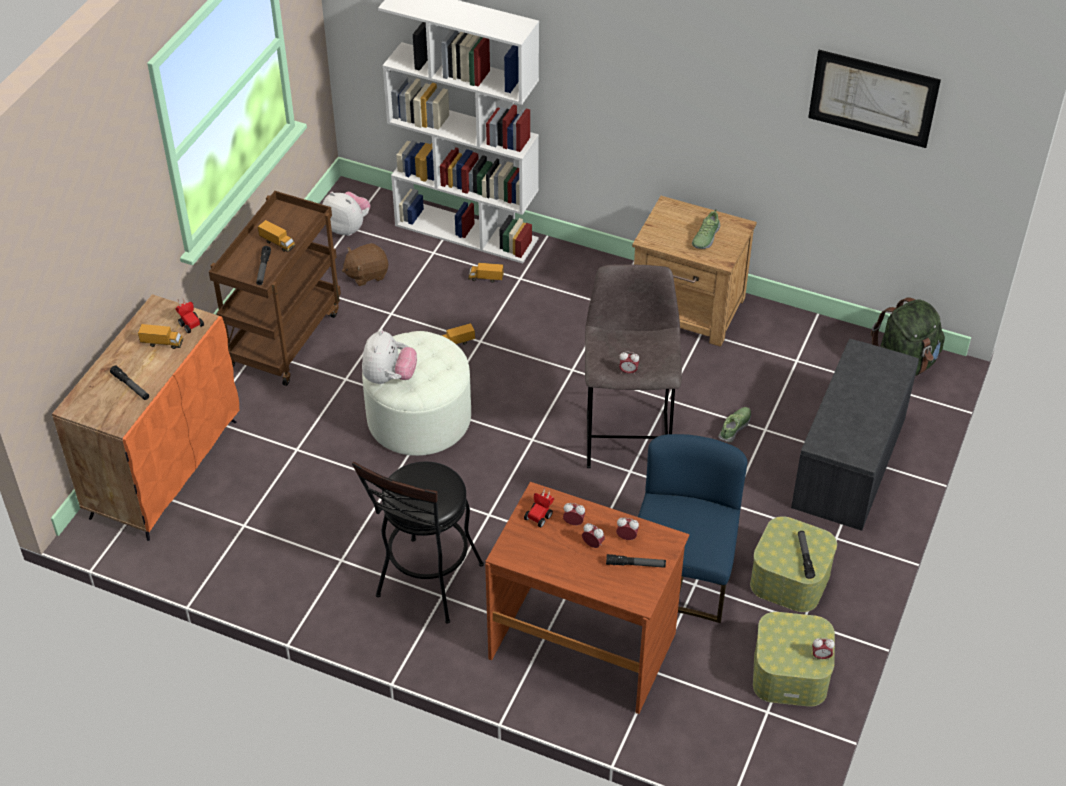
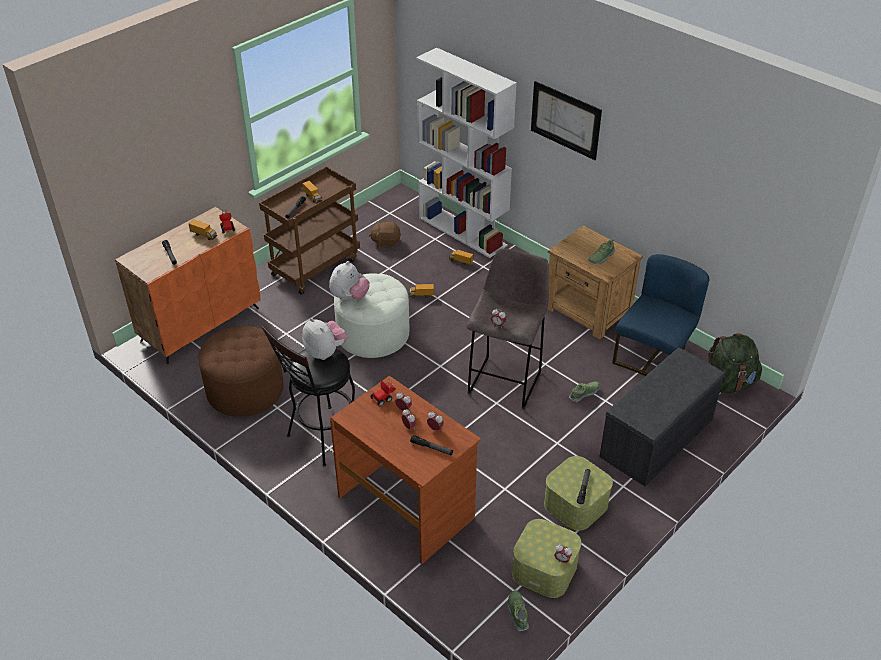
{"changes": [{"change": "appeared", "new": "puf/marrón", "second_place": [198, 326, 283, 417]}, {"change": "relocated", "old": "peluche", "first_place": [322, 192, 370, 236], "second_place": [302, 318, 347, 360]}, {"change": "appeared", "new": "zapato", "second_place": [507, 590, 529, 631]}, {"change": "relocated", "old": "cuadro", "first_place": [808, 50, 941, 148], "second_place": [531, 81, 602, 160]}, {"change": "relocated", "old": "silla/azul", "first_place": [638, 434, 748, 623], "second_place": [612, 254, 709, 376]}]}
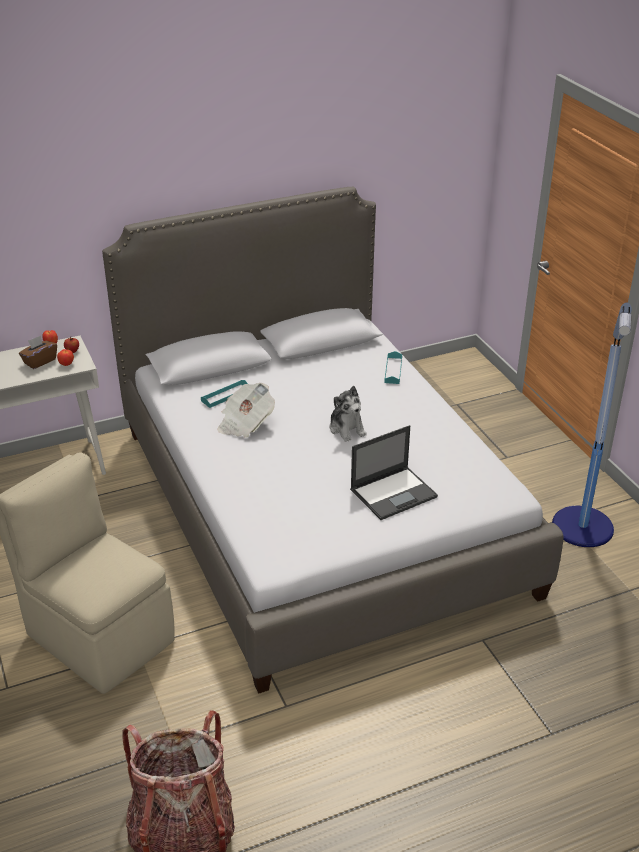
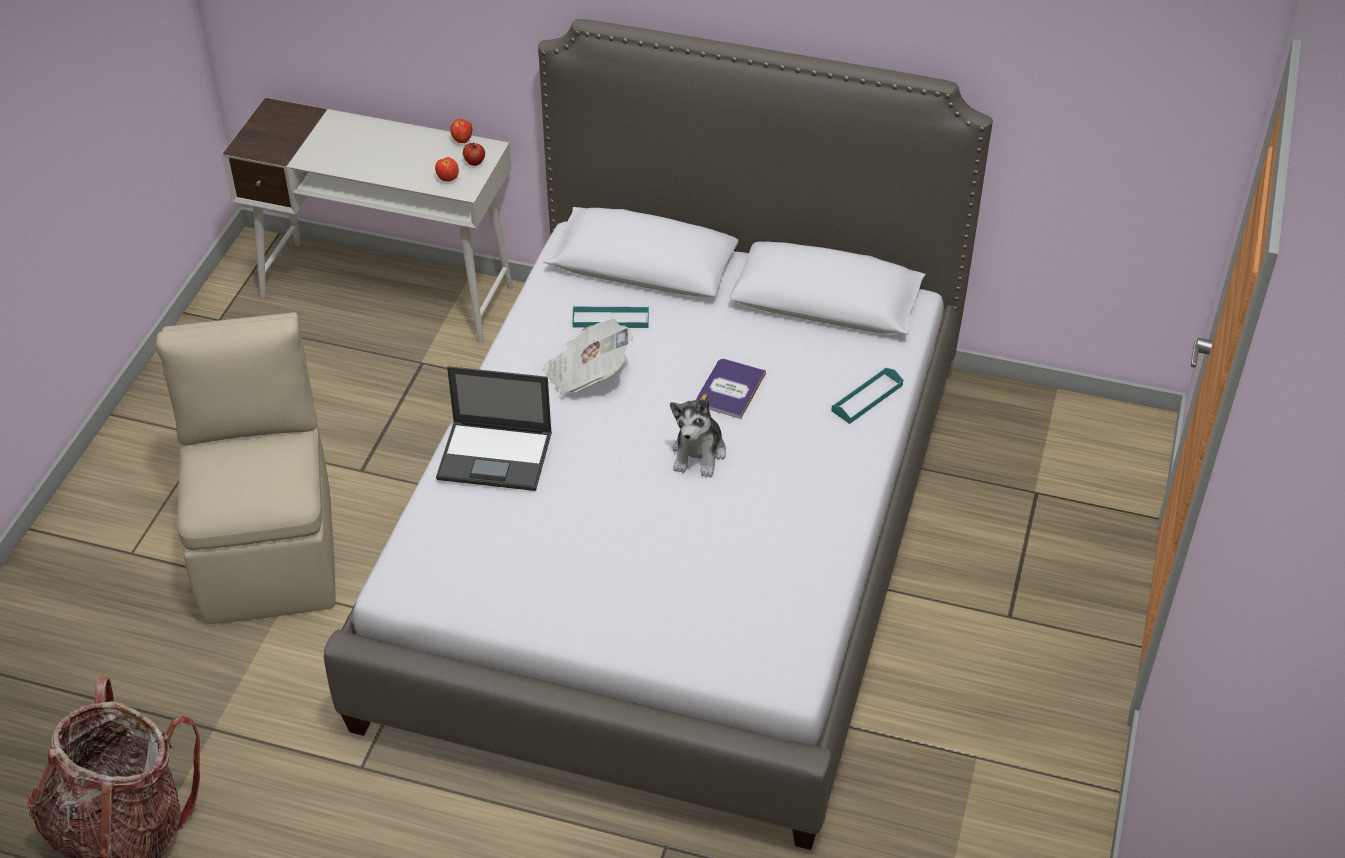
{"changes": [{"change": "relocated", "old": "portátil", "first_place": [350, 425, 438, 520], "second_place": [436, 366, 552, 491]}, {"change": "appeared", "new": "libro", "second_place": [696, 359, 766, 419]}, {"change": "missing", "old": "caja de pañuelos/marrón", "first_place": [19, 335, 57, 369]}, {"change": "missing", "old": "lámpara de pie", "first_place": [552, 303, 632, 547]}]}
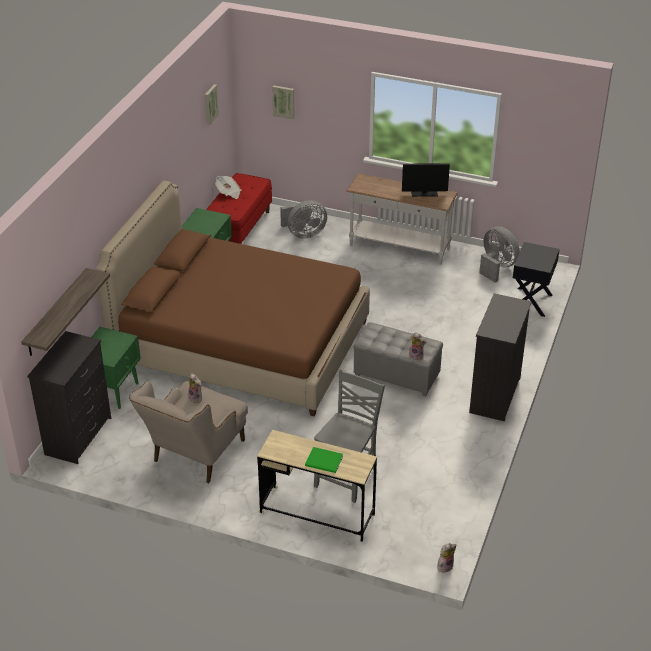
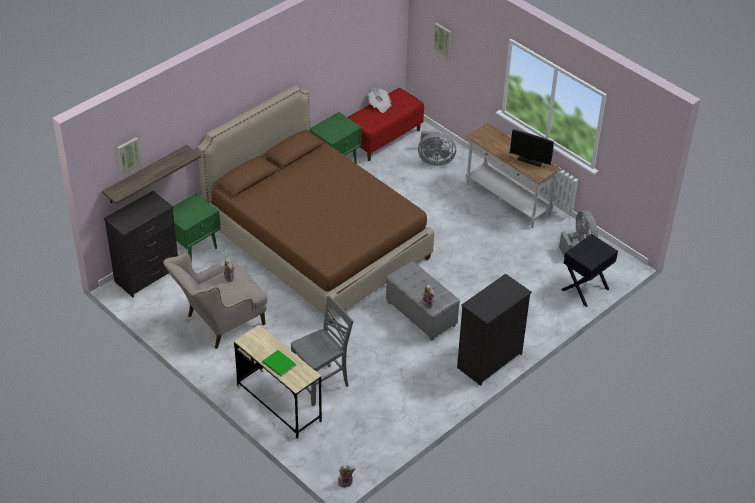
{"changes": [{"change": "relocated", "old": "cuadro", "first_place": [205, 84, 219, 125], "second_place": [117, 137, 141, 175]}]}
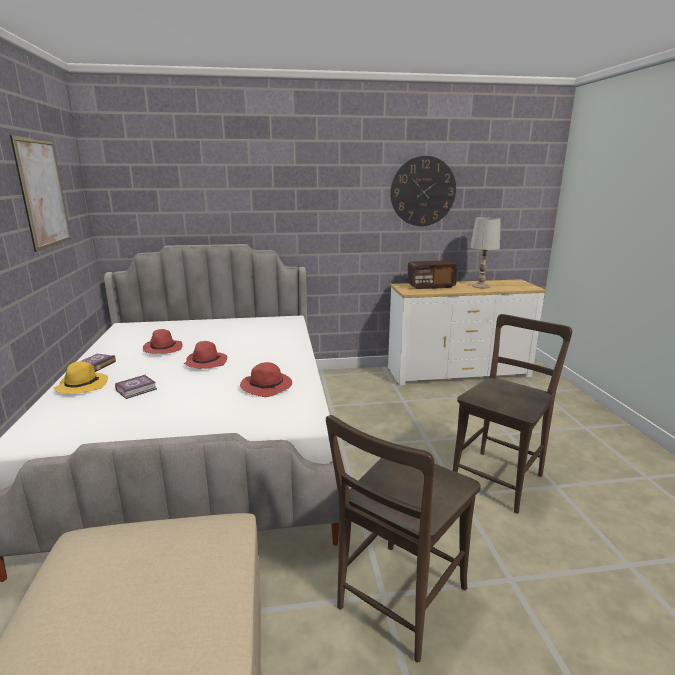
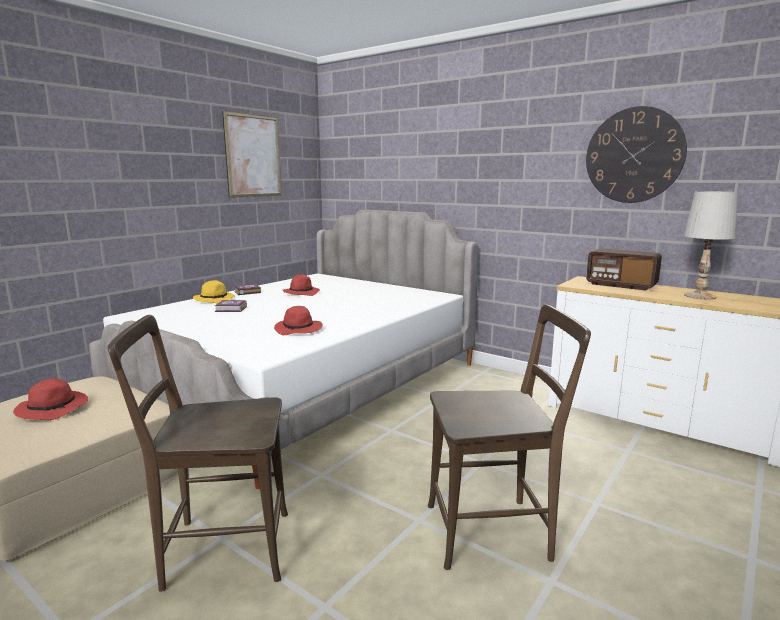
{"changes": [{"change": "relocated", "old": "sombrero/rojo", "first_place": [184, 341, 227, 369], "second_place": [13, 379, 88, 420]}]}
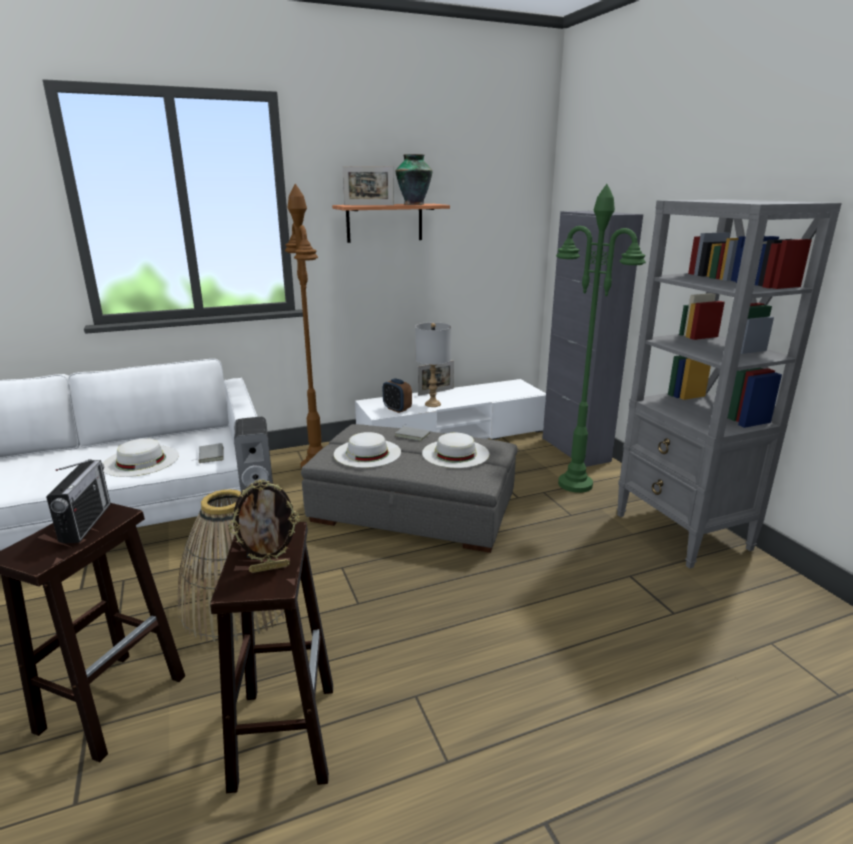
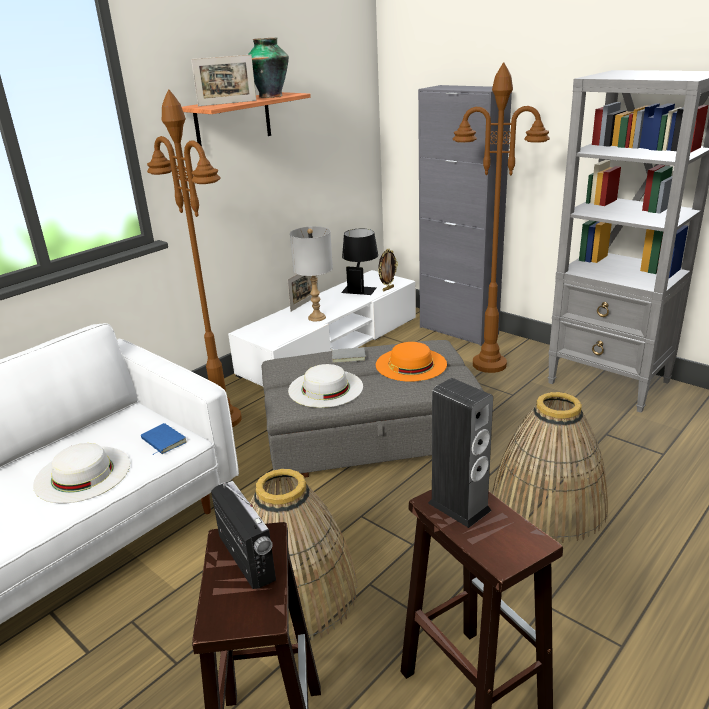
{"changes": [{"change": "colour", "old": "libro/gris", "new": "libro/azul", "first_place": [191, 443, 224, 463], "second_place": [141, 423, 187, 455]}, {"change": "appeared", "new": "lámpara de mesa/negro", "second_place": [341, 229, 378, 295]}, {"change": "colour", "old": "sombrero/blanco", "new": "sombrero/naranja", "first_place": [422, 433, 489, 468], "second_place": [376, 342, 447, 382]}, {"change": "relocated", "old": "portarretratos", "first_place": [229, 479, 299, 573], "second_place": [378, 249, 398, 291]}, {"change": "colour", "old": "lámpara de pie/verde", "new": "lámpara de pie/marrón", "first_place": [556, 184, 646, 493], "second_place": [453, 62, 550, 373]}, {"change": "appeared", "new": "cesta", "second_place": [492, 392, 608, 543]}, {"change": "missing", "old": "despertador", "first_place": [383, 378, 412, 413]}]}
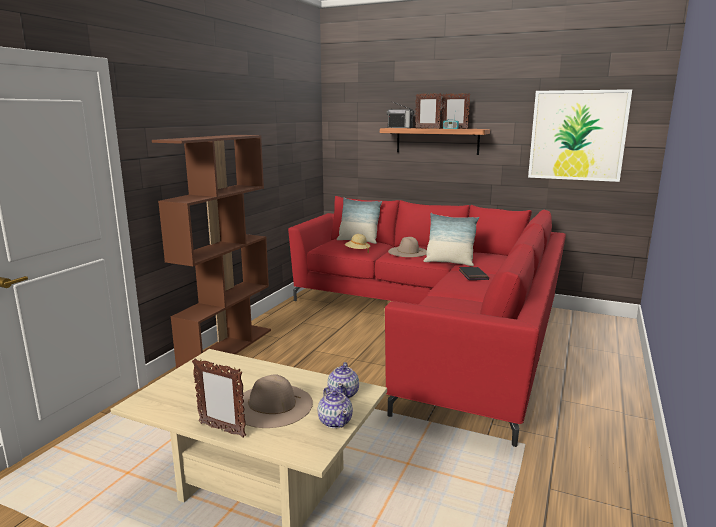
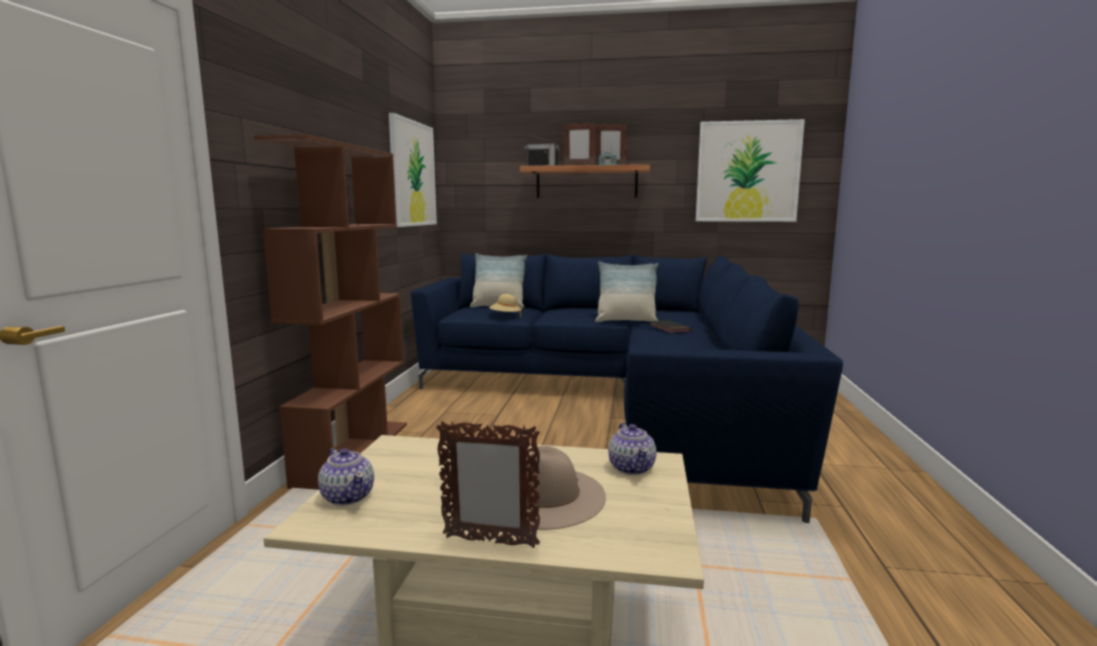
{"changes": [{"change": "relocated", "old": "tetera", "first_place": [318, 387, 353, 428], "second_place": [318, 448, 374, 506]}, {"change": "appeared", "new": "cuadro", "second_place": [389, 113, 437, 227]}, {"change": "colour", "old": "sofá/rojo", "new": "sofá/azul", "first_place": [288, 196, 566, 447], "second_place": [411, 253, 843, 523]}, {"change": "missing", "old": "sombrero/beis", "first_place": [388, 237, 427, 257]}]}
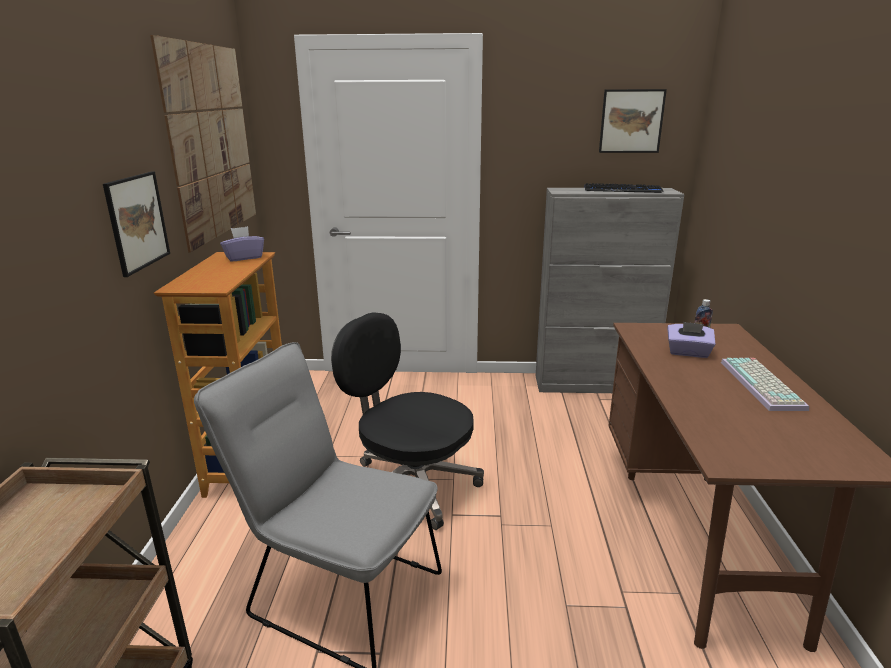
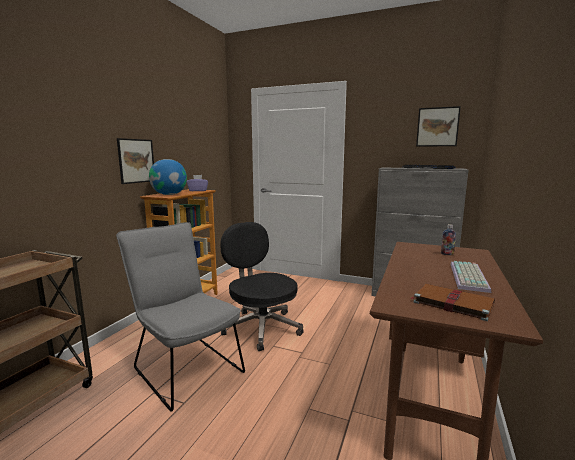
{"changes": [{"change": "appeared", "new": "globo terráqueo", "second_place": [149, 159, 187, 195]}, {"change": "appeared", "new": "libro/marrón", "second_place": [410, 284, 495, 321]}, {"change": "missing", "old": "cuadro", "first_place": [150, 35, 256, 252]}, {"change": "missing", "old": "caja de pañuelos/morado", "first_place": [667, 322, 716, 358]}]}
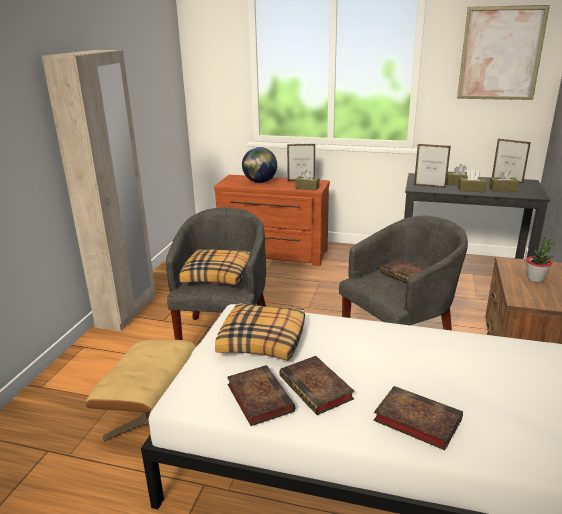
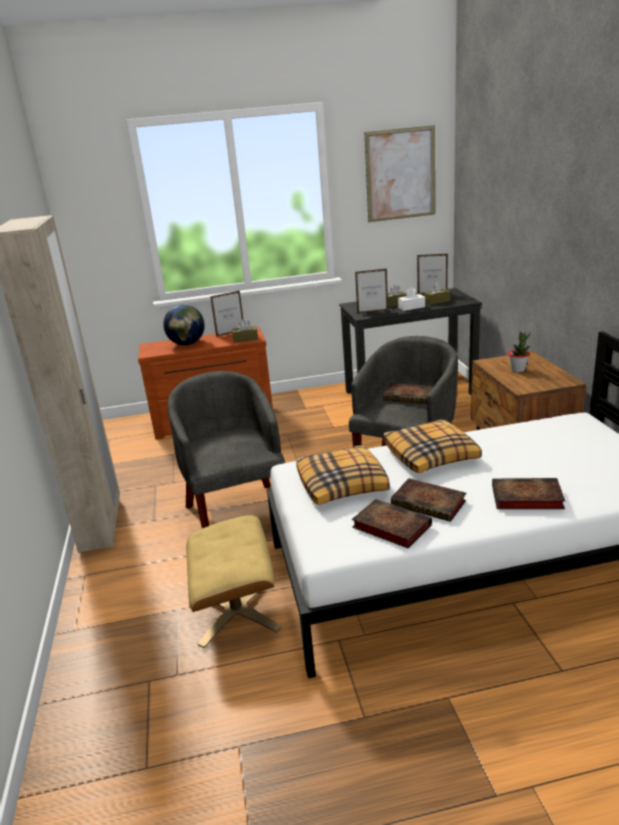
{"changes": [{"change": "relocated", "old": "cojín", "first_place": [179, 249, 250, 285], "second_place": [384, 419, 482, 473]}, {"change": "colour", "old": "caja de pañuelos/marrón", "new": "caja de pañuelos/blanco", "first_place": [458, 169, 487, 192], "second_place": [398, 287, 425, 311]}]}
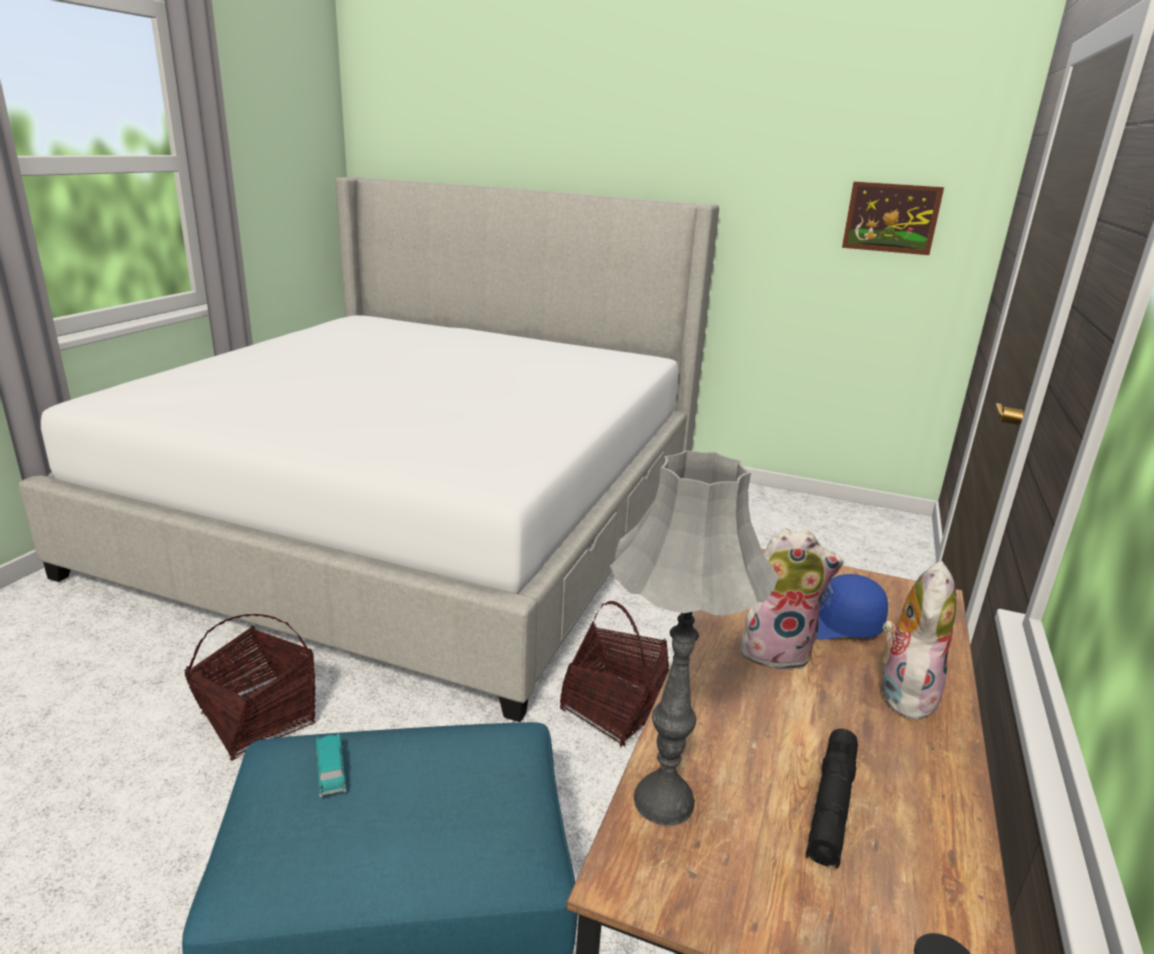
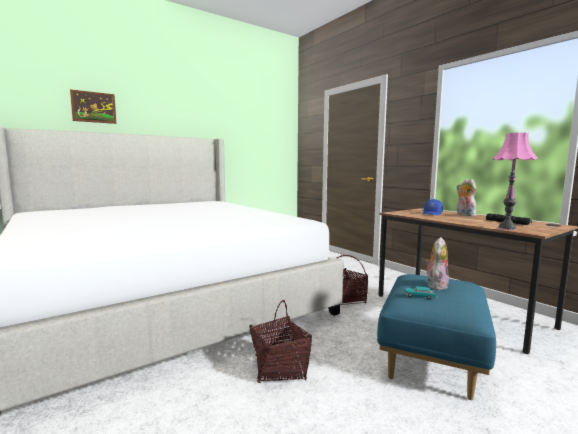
{"changes": [{"change": "relocated", "old": "cuadro", "first_place": [842, 182, 944, 255], "second_place": [70, 89, 117, 124]}, {"change": "relocated", "old": "peluche", "first_place": [741, 528, 844, 671], "second_place": [426, 237, 449, 290]}, {"change": "colour", "old": "lámpara de mesa/gris", "new": "lámpara de mesa/rosa", "first_place": [610, 450, 779, 826], "second_place": [493, 133, 538, 230]}]}
